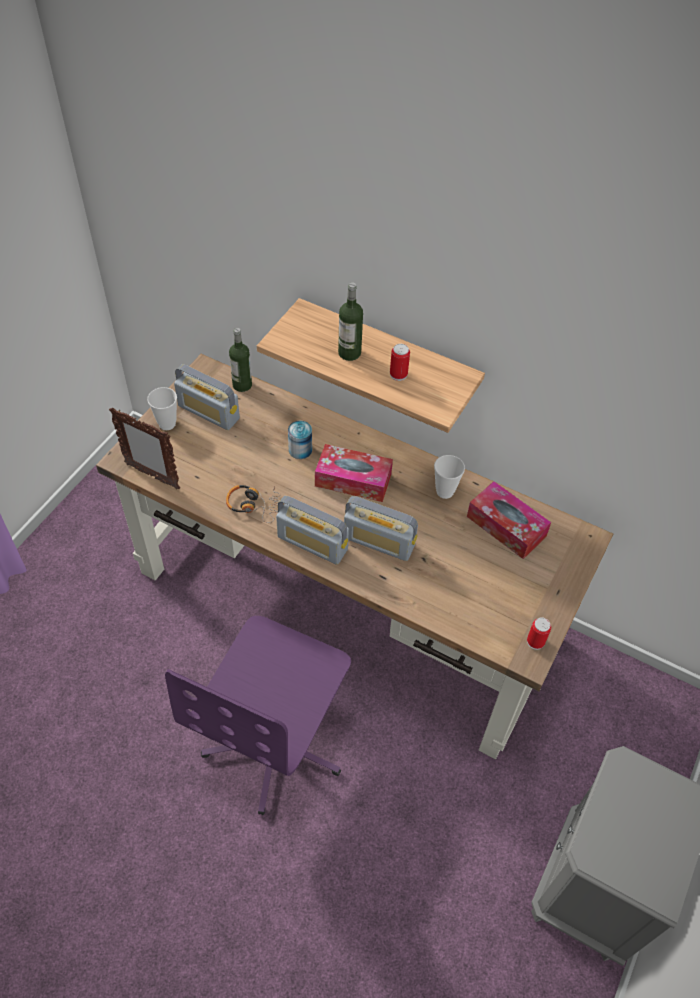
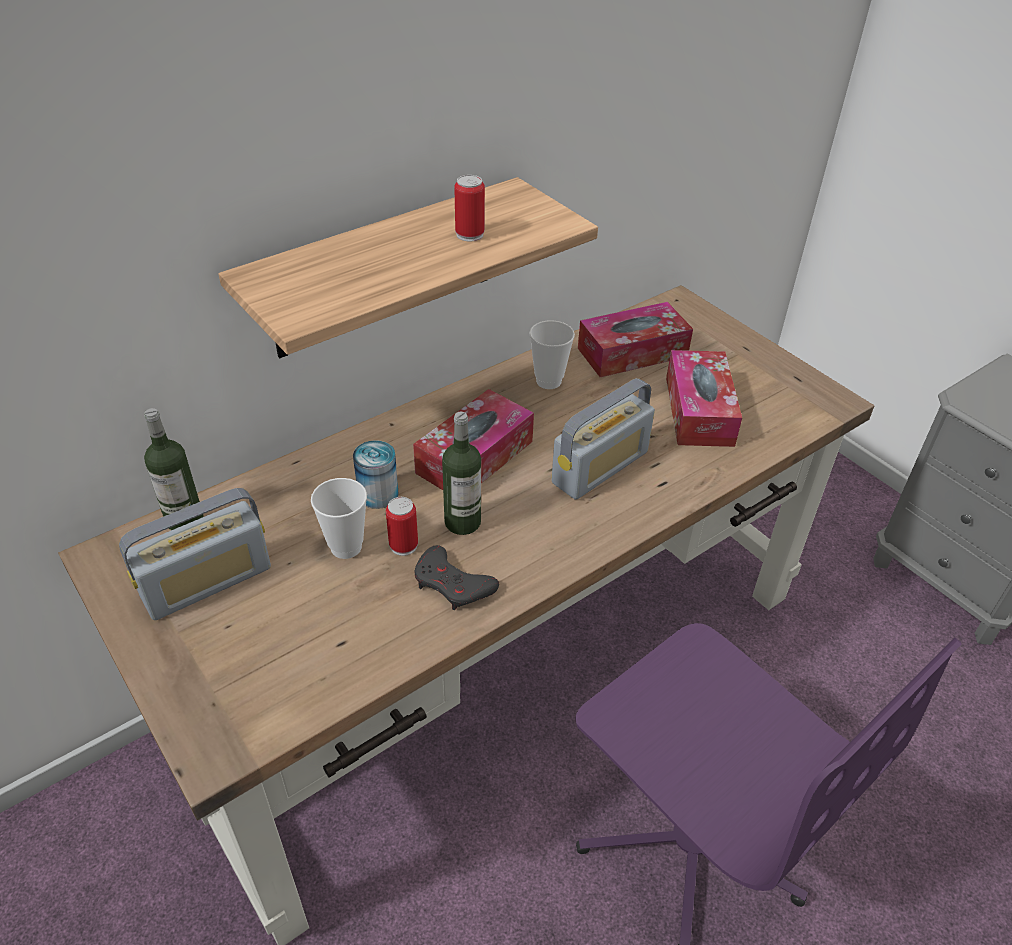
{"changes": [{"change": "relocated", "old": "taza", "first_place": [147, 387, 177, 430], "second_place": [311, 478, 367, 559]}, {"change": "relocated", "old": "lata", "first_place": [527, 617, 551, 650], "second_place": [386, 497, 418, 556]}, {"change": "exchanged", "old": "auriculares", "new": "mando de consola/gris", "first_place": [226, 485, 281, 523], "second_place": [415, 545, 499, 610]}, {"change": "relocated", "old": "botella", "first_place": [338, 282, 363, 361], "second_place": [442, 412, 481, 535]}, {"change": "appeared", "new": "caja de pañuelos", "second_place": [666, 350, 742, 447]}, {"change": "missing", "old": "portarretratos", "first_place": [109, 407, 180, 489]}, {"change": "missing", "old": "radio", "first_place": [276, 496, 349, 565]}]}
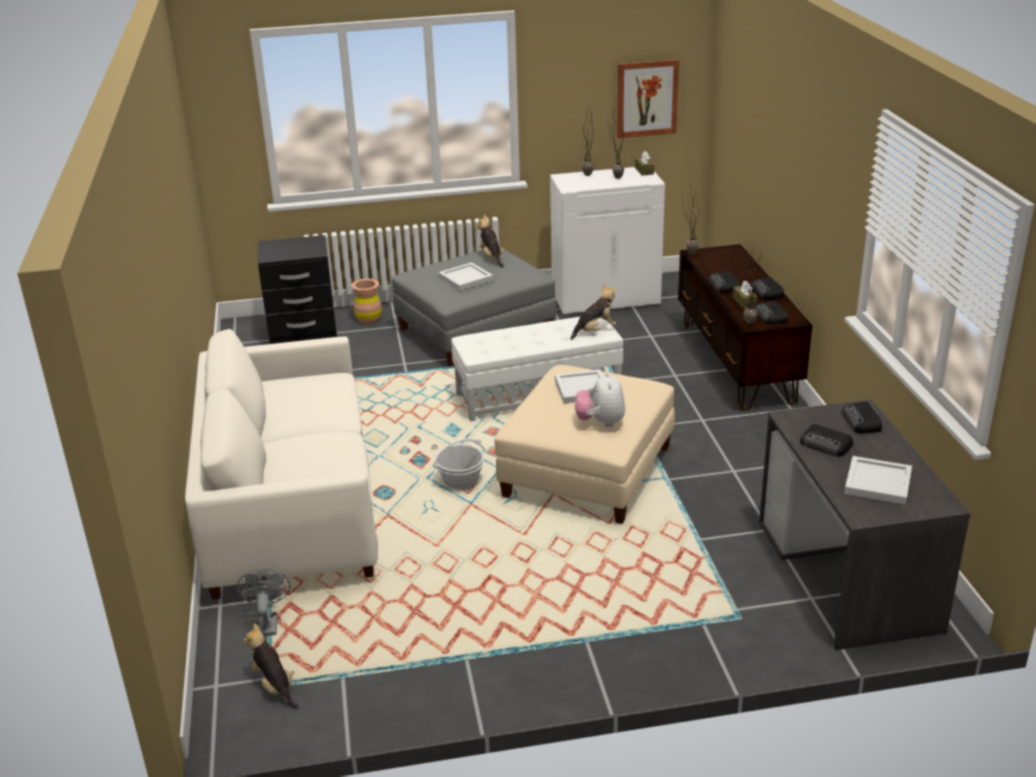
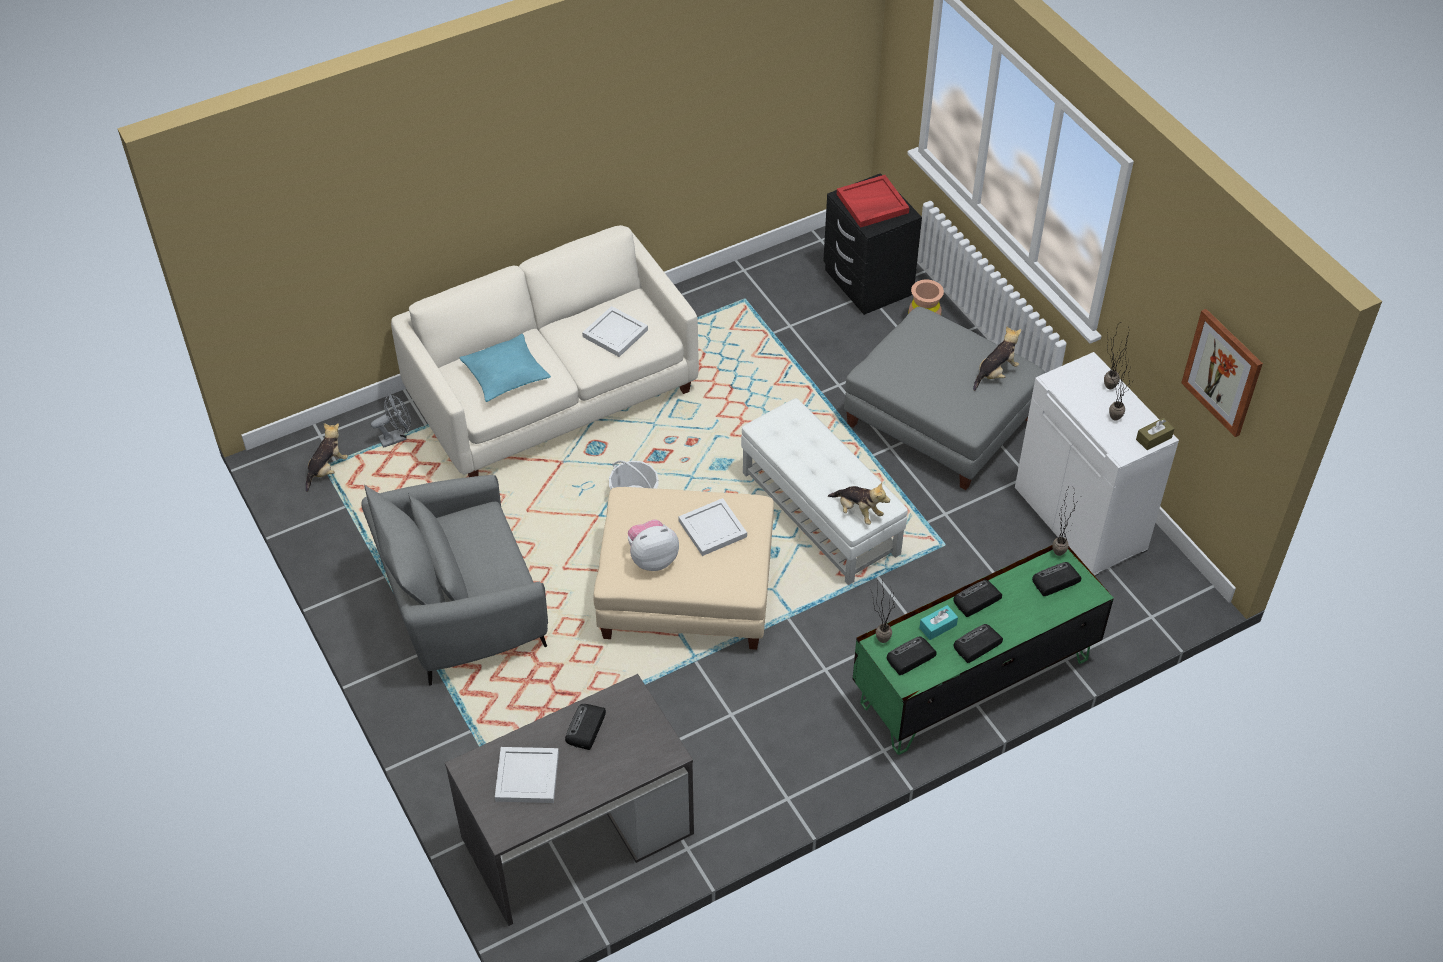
{"changes": [{"change": "appeared", "new": "sillón/gris", "second_place": [362, 475, 548, 686]}, {"change": "appeared", "new": "cojín/turquesa", "second_place": [459, 334, 551, 402]}, {"change": "relocated", "old": "bandeja/blanco", "first_place": [438, 262, 493, 291], "second_place": [582, 306, 648, 357]}, {"change": "appeared", "new": "bandeja/rojo", "second_place": [837, 175, 909, 228]}, {"change": "colour", "old": "mueble de televisión/marrón", "new": "mueble de televisión/verde", "first_place": [678, 244, 812, 411], "second_place": [853, 545, 1114, 755]}, {"change": "colour", "old": "caja de pañuelos/marrón", "new": "caja de pañuelos/turquesa", "first_place": [733, 281, 757, 309], "second_place": [919, 605, 958, 640]}, {"change": "relocated", "old": "radio", "first_place": [842, 402, 882, 433], "second_place": [1032, 562, 1081, 596]}]}
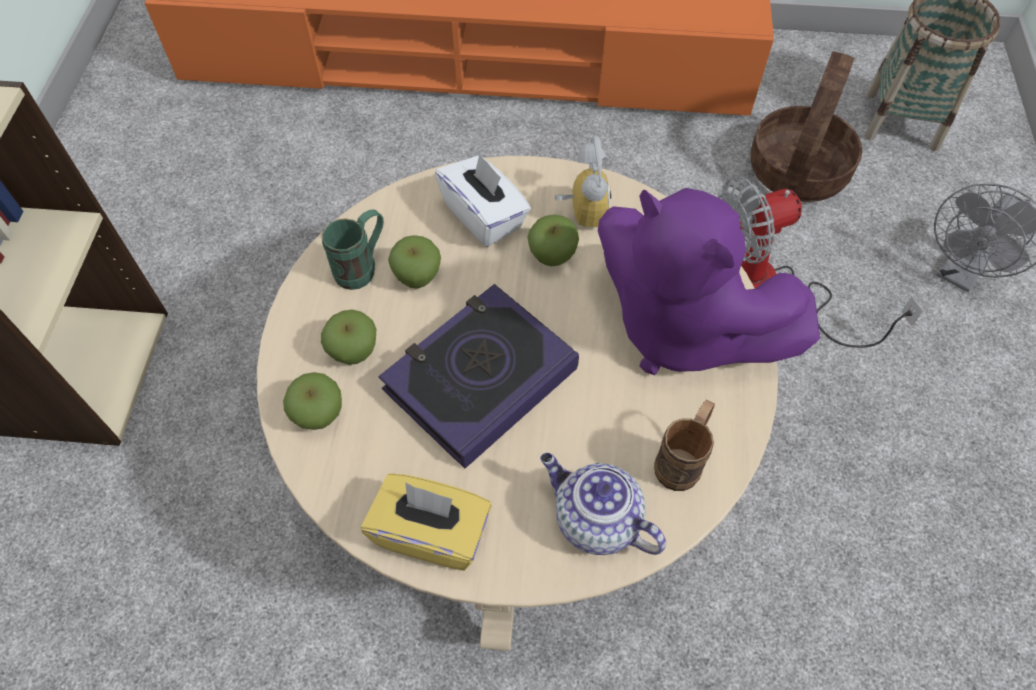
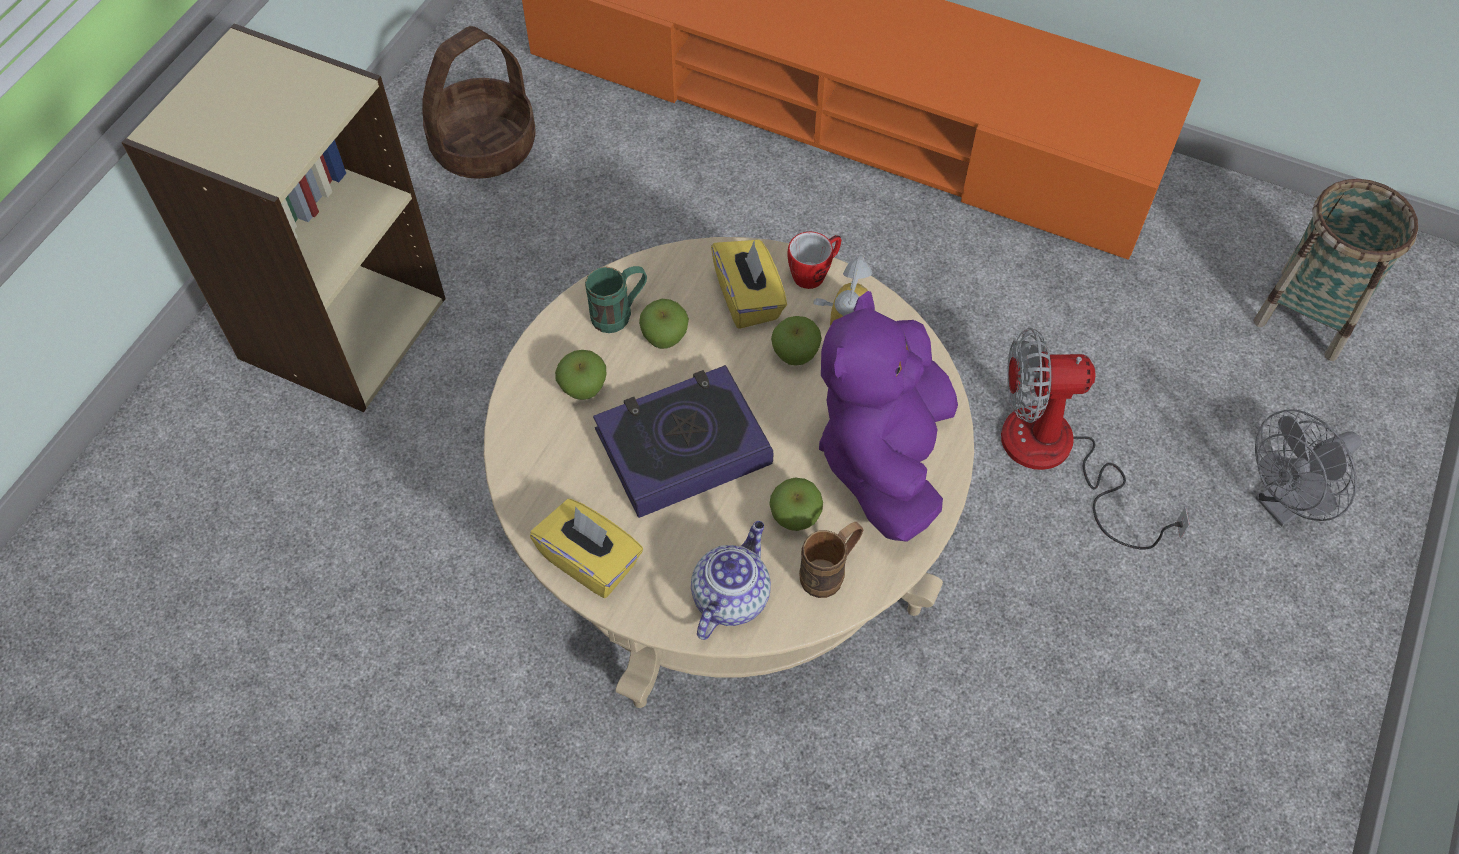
{"changes": [{"change": "relocated", "old": "cesta", "first_place": [751, 51, 863, 202], "second_place": [422, 26, 536, 179]}, {"change": "spun", "old": "tetera", "first_place": [540, 453, 666, 555], "second_place": [691, 521, 771, 640], "degrees": 60}, {"change": "colour", "old": "caja de pañuelos/blanco", "new": "caja de pañuelos/amarillo", "first_place": [435, 154, 531, 247], "second_place": [711, 240, 787, 329]}, {"change": "relocated", "old": "manzana", "first_place": [283, 372, 342, 430], "second_place": [769, 478, 823, 531]}, {"change": "appeared", "new": "taza grande", "second_place": [787, 232, 841, 289]}, {"change": "spun", "old": "peluche/morado", "first_place": [598, 188, 820, 375], "second_place": [819, 291, 958, 542], "degrees": 45}]}
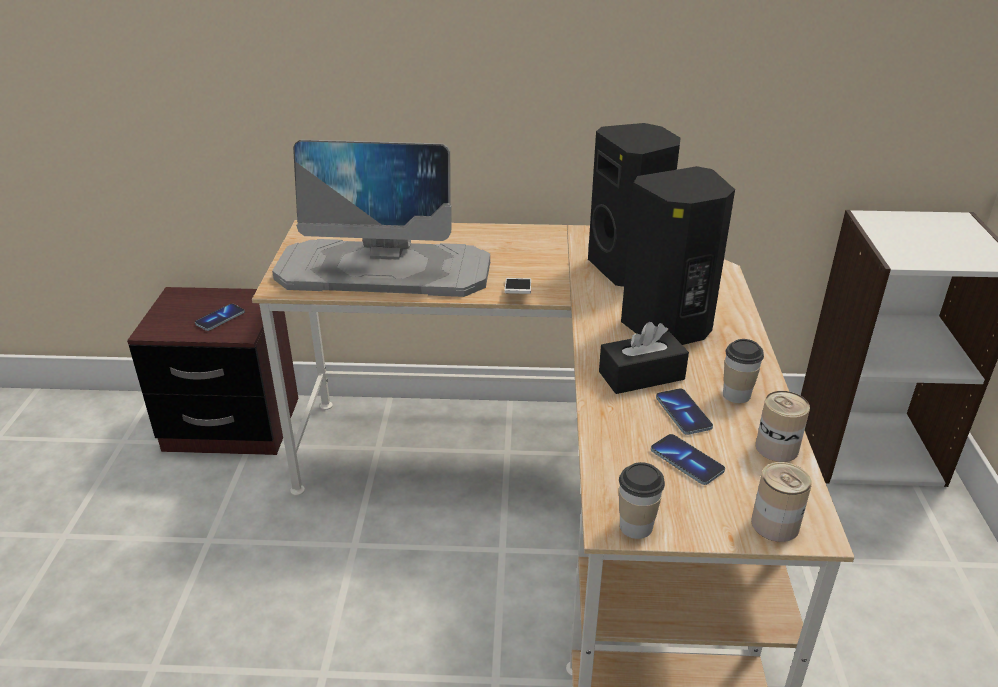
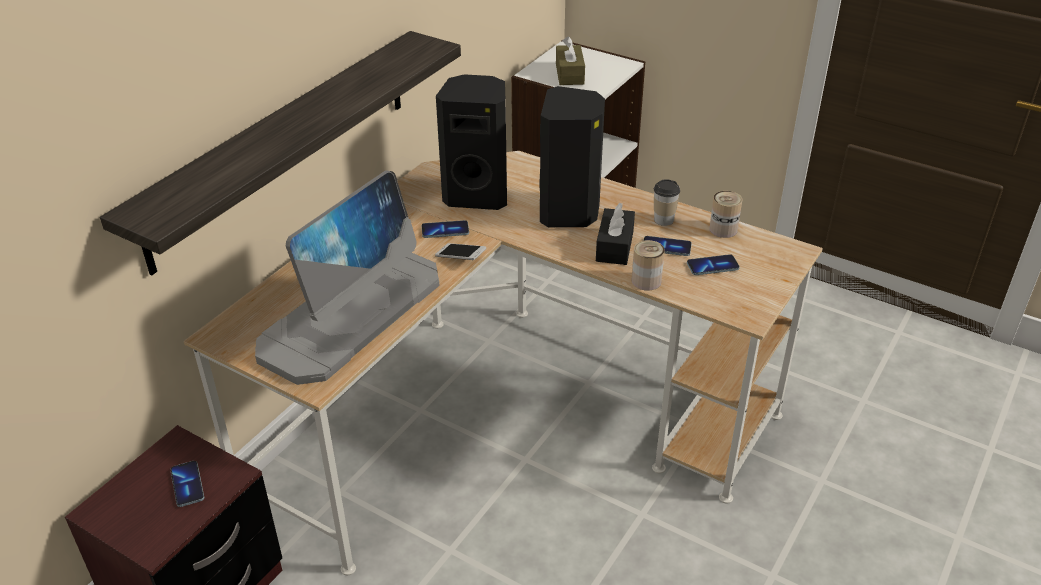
{"changes": [{"change": "appeared", "new": "estante", "second_place": [100, 31, 461, 275]}, {"change": "appeared", "new": "móvil", "second_place": [422, 220, 469, 238]}, {"change": "appeared", "new": "caja de pañuelos/marrón", "second_place": [556, 36, 585, 85]}, {"change": "relocated", "old": "lata", "first_place": [751, 462, 812, 542], "second_place": [631, 240, 665, 291]}, {"change": "missing", "old": "taza", "first_place": [619, 462, 665, 539]}]}
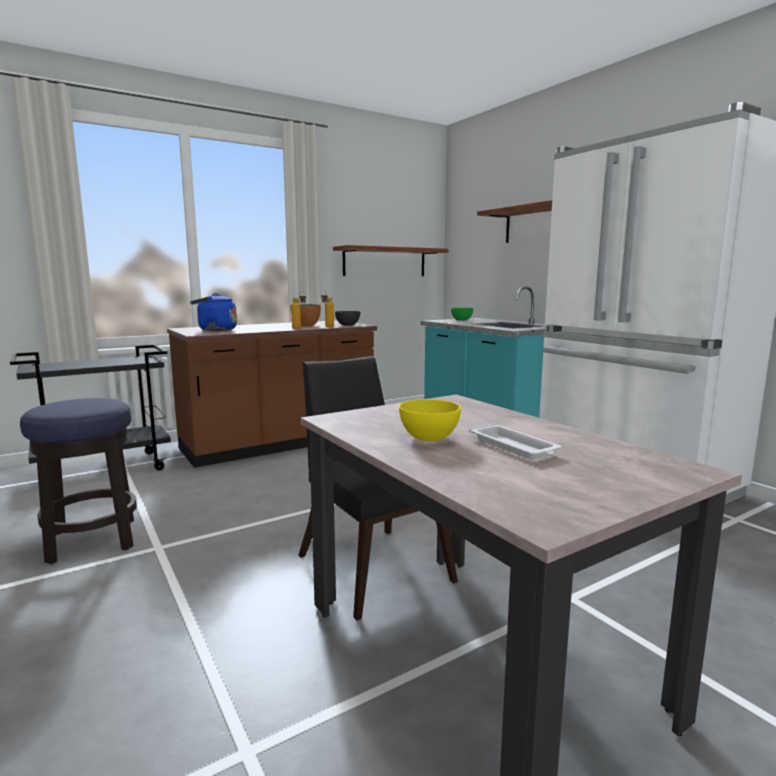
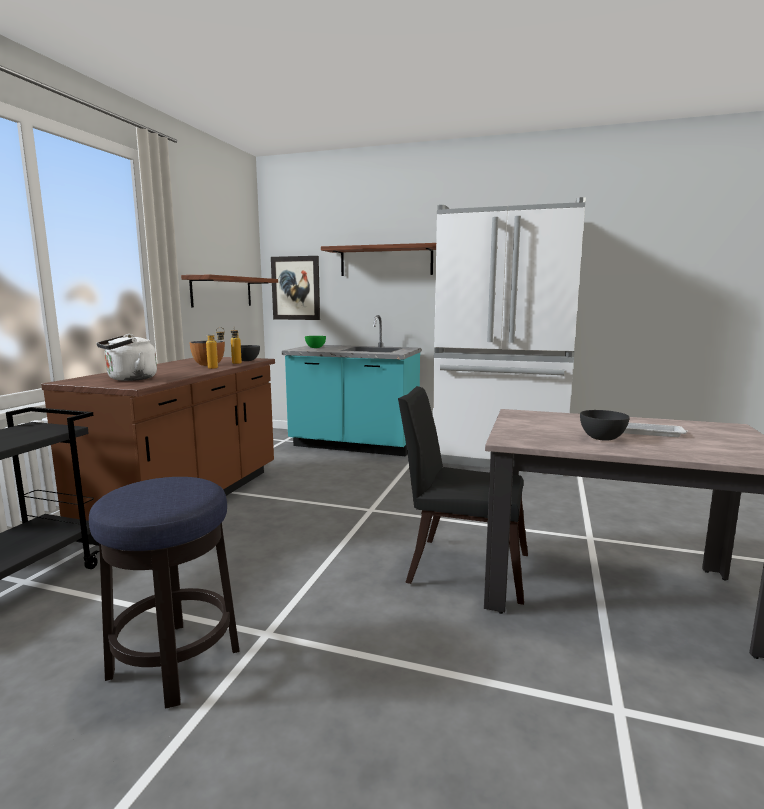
{"changes": [{"change": "colour", "old": "hervidor/azul", "new": "hervidor/blanco", "first_place": [190, 293, 237, 331], "second_place": [96, 334, 157, 381]}, {"change": "appeared", "new": "cuadro", "second_place": [271, 256, 320, 320]}, {"change": "colour", "old": "cuenco/amarillo", "new": "cuenco/gris", "first_place": [399, 399, 461, 441], "second_place": [580, 410, 630, 441]}]}
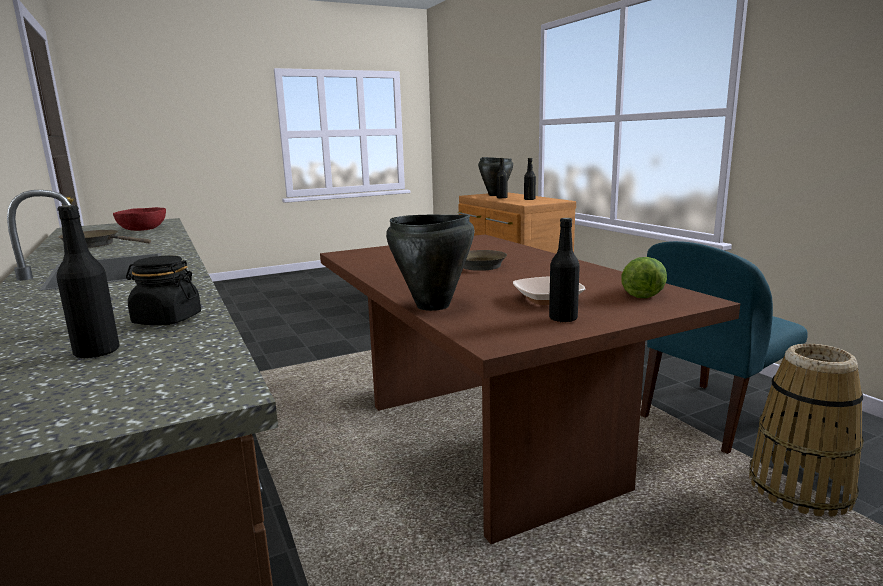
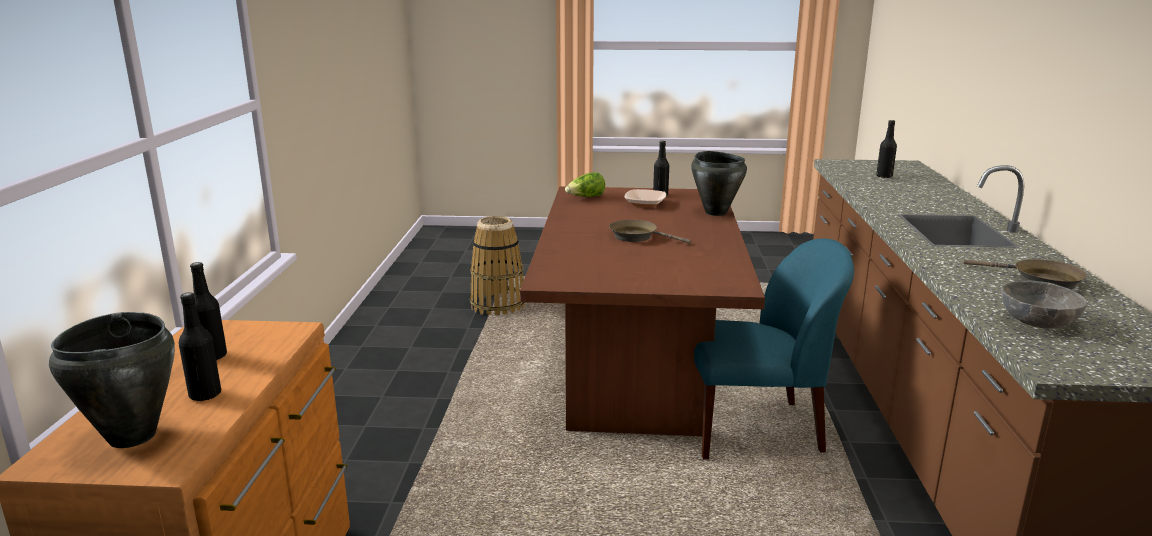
{"changes": [{"change": "relocated", "old": "silla/azul", "first_place": [640, 241, 808, 454], "second_place": [694, 239, 854, 459]}, {"change": "colour", "old": "cuenco/rojo", "new": "cuenco/gris", "first_place": [113, 207, 166, 231], "second_place": [1001, 281, 1087, 329]}, {"change": "missing", "old": "tarro/negro", "first_place": [126, 255, 201, 325]}]}
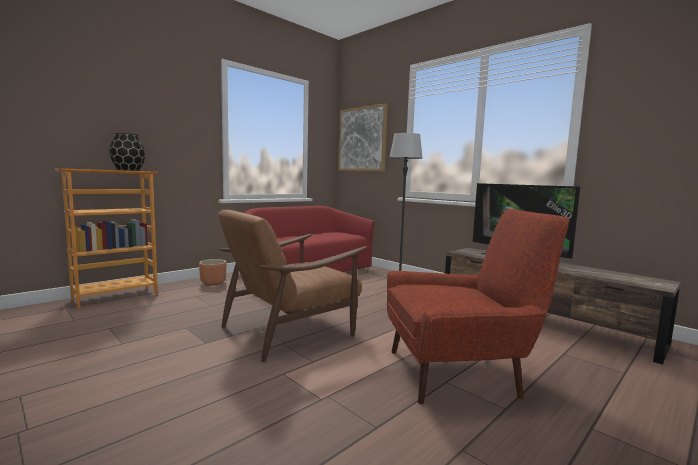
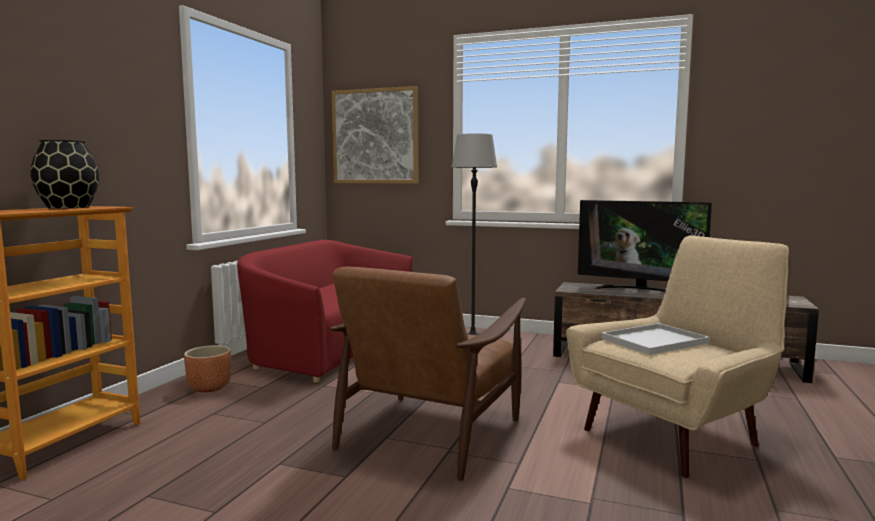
{"changes": [{"change": "colour", "old": "sillón/rojo", "new": "sillón/beis", "first_place": [387, 209, 570, 404], "second_place": [566, 235, 789, 478]}, {"change": "appeared", "new": "bandeja/blanco", "second_place": [601, 323, 710, 355]}]}
